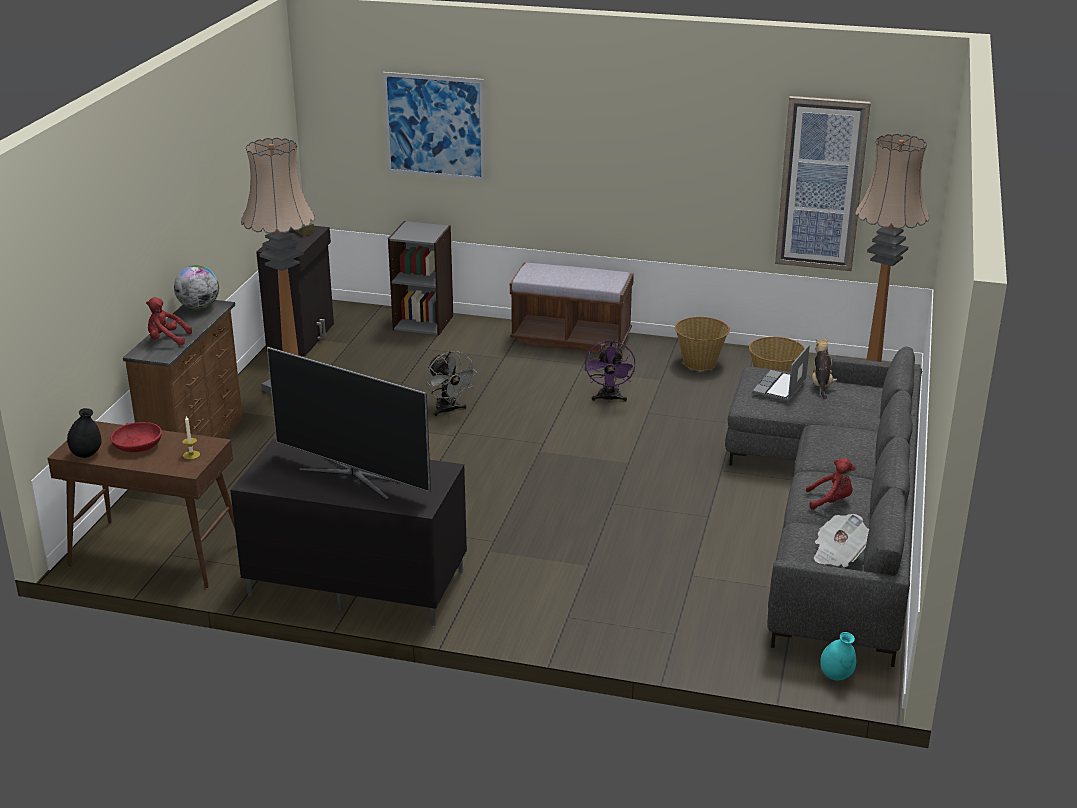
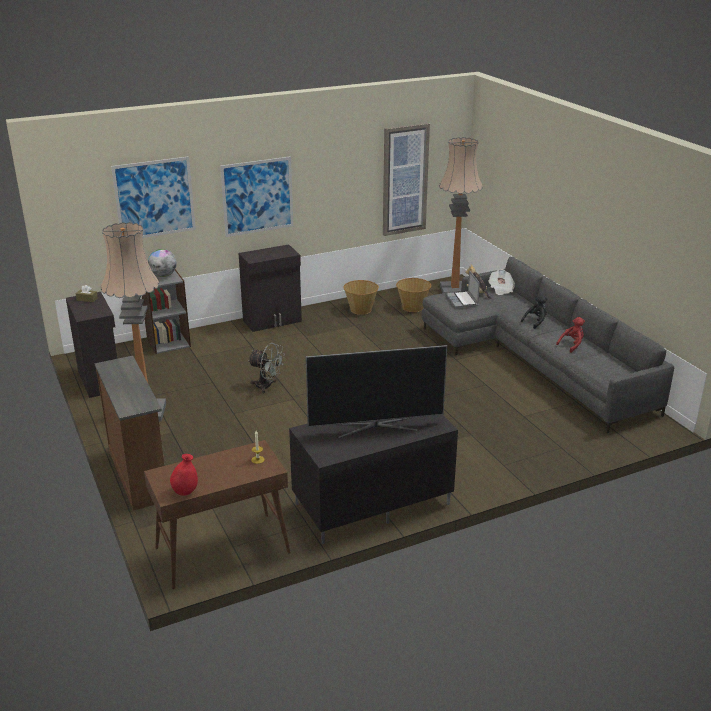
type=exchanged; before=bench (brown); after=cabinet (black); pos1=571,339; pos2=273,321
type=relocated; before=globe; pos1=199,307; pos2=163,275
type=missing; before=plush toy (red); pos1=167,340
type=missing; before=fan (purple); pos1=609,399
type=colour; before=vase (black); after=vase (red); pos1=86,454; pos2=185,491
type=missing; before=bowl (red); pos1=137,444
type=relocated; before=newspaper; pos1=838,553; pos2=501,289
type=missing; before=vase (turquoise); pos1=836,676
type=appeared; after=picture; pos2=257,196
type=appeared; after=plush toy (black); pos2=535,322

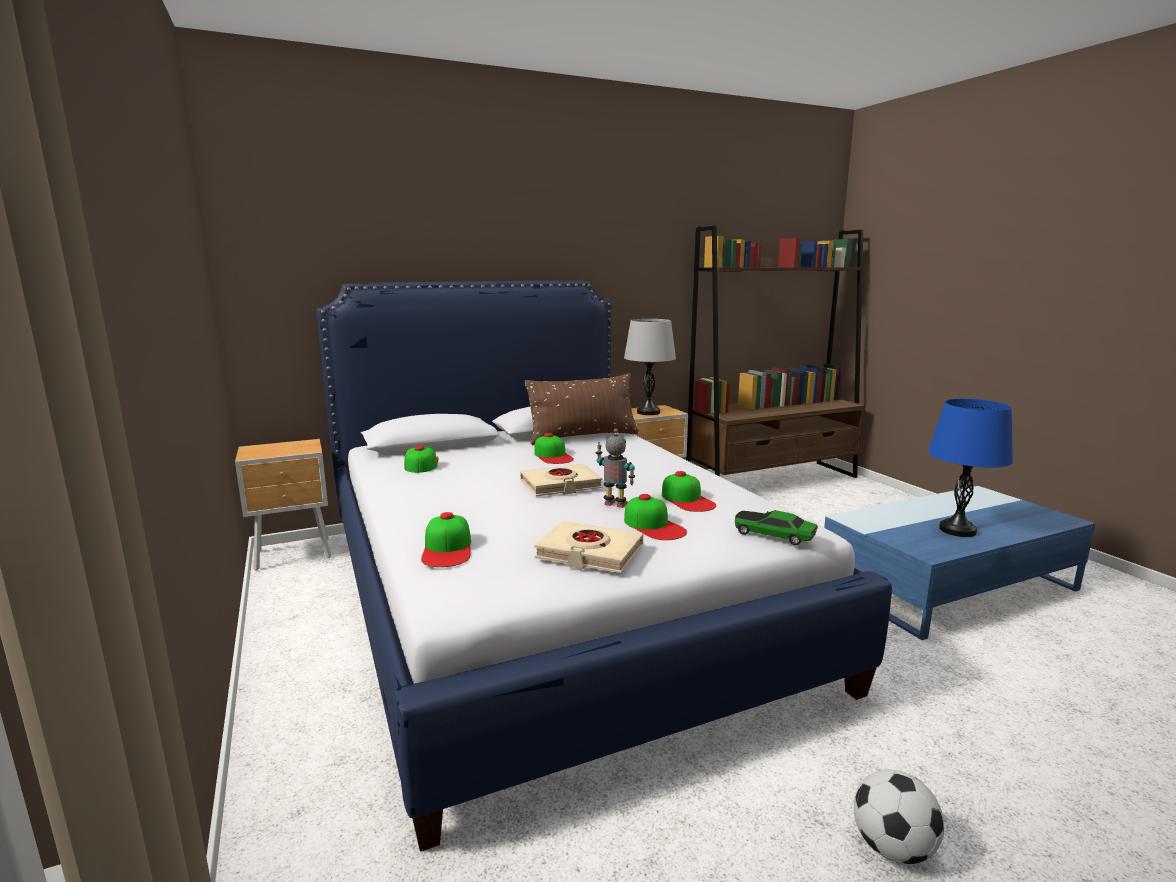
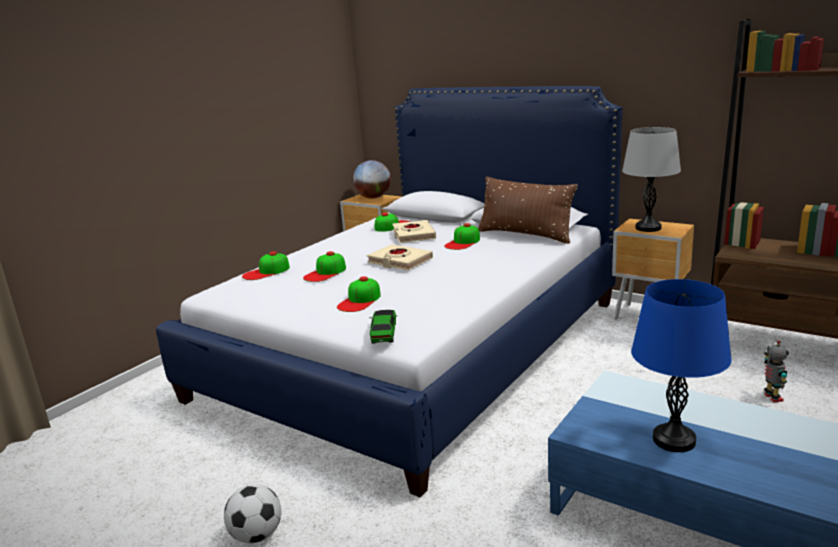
type=relocated; before=toy robot; pos1=615,505; pos2=772,398
type=relocated; before=cap; pos1=687,499; pos2=325,273
type=relocated; before=book (beige); pos1=589,553; pos2=413,235
type=appeared; after=globe; pos2=373,198

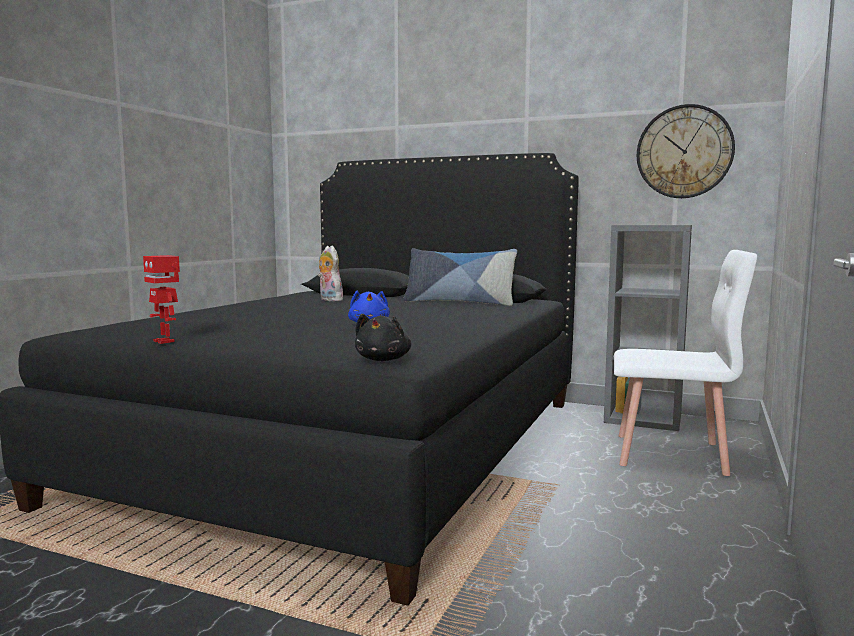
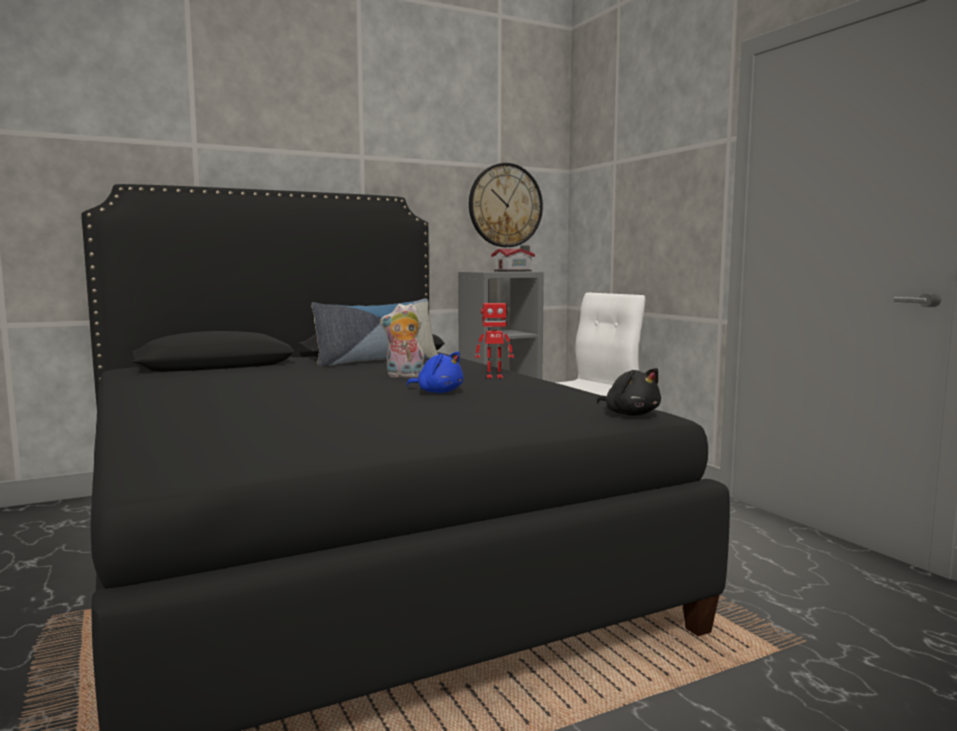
type=relocated; before=plush toy; pos1=329,300; pos2=404,376
type=relocated; before=toy robot; pos1=165,341; pos2=494,377
type=appeared; after=toy house; pos2=514,271

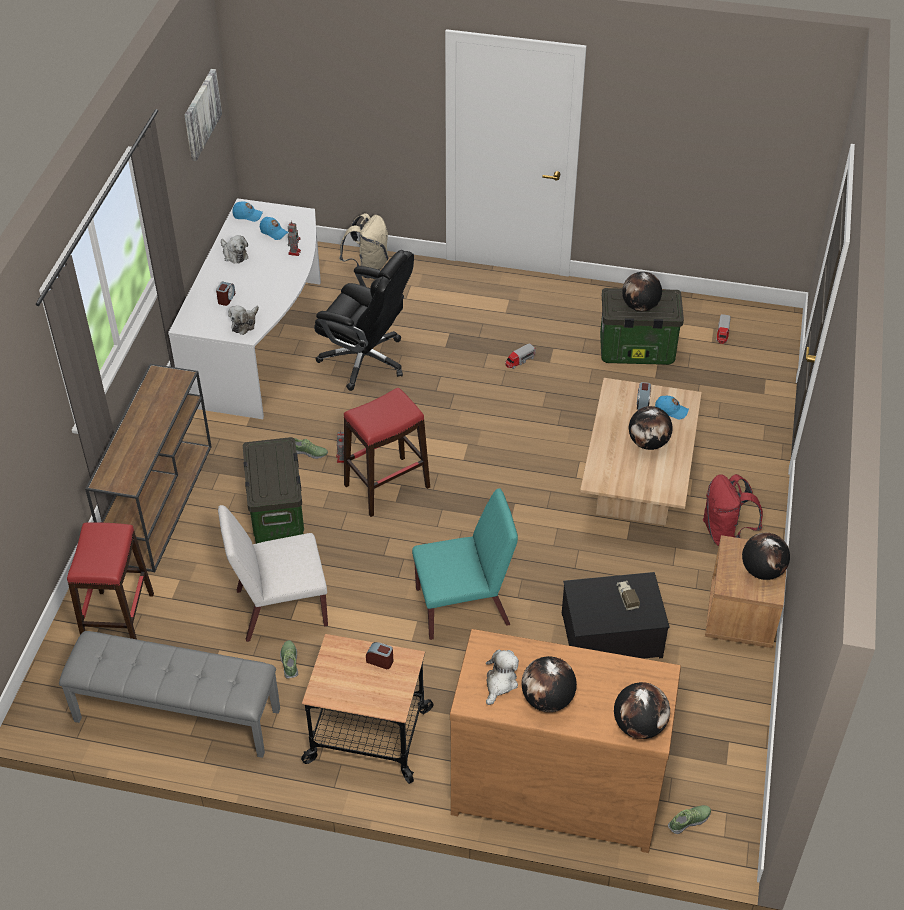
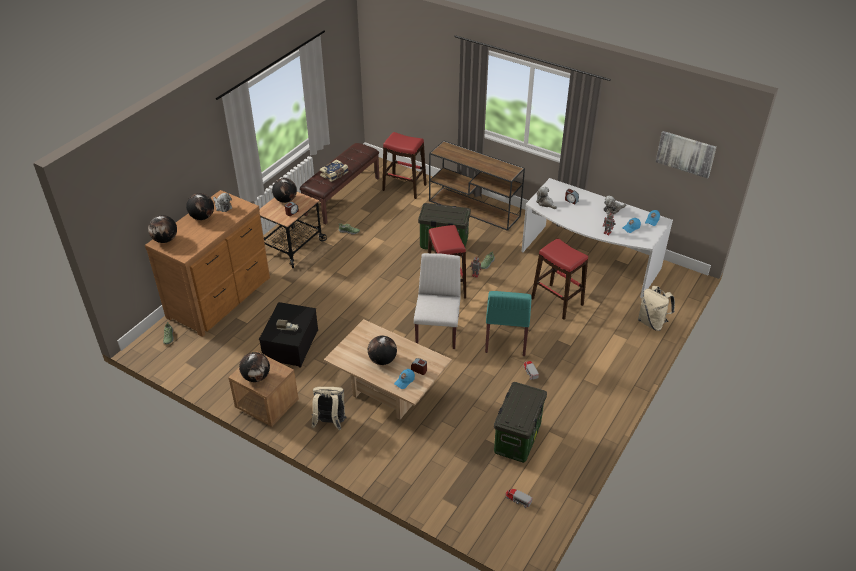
type=exchanged; before=office chair (black); after=stool (red); pos1=366,360; pos2=557,301
type=relocated; before=globe; pos1=640,307; pos2=285,200
type=colour; before=backpack (red); after=backpack (beige); pos1=725,533; pos2=330,423
type=relocated; before=chair (turquoise); pos1=464,606; pos2=506,338
type=relocated; before=chair (white); pos1=280,608; pos2=437,330
type=colour; before=bench (grey); after=bench (brown); pos1=176,716; pos2=342,196
type=appeared; after=book; pos2=334,174

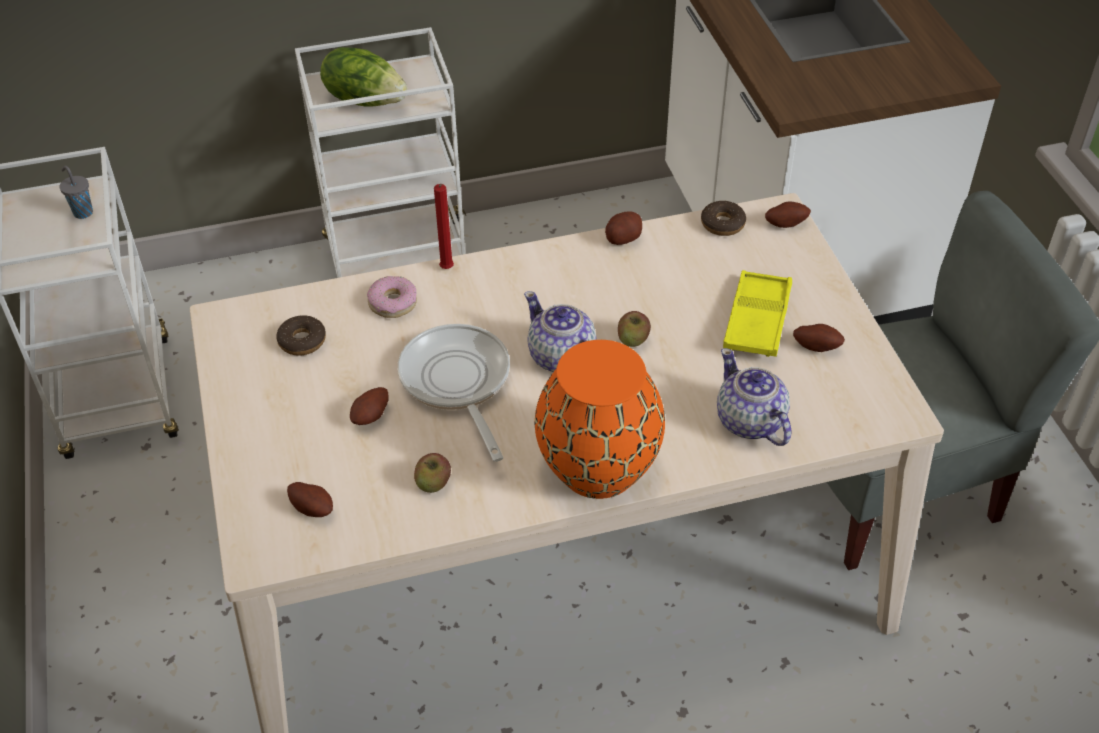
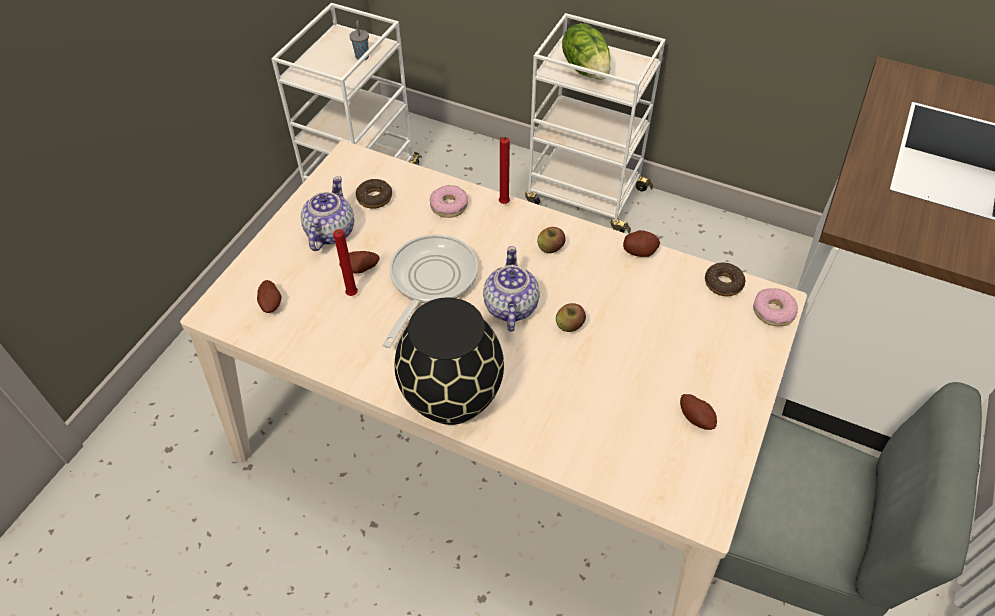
type=exchanged; before=potato; after=donut; pos1=785,223; pos2=773,311
type=missing; before=tray (yellow); pos1=757,320
type=colour; before=vase (orange); after=vase (black); pos1=598,470; pos2=451,398
type=relocated; before=teapot; pos1=750,422; pos2=329,232
type=relocated; before=apple; pos1=433,483; pos2=550,248
type=appeared; after=candle (red); pos2=352,296

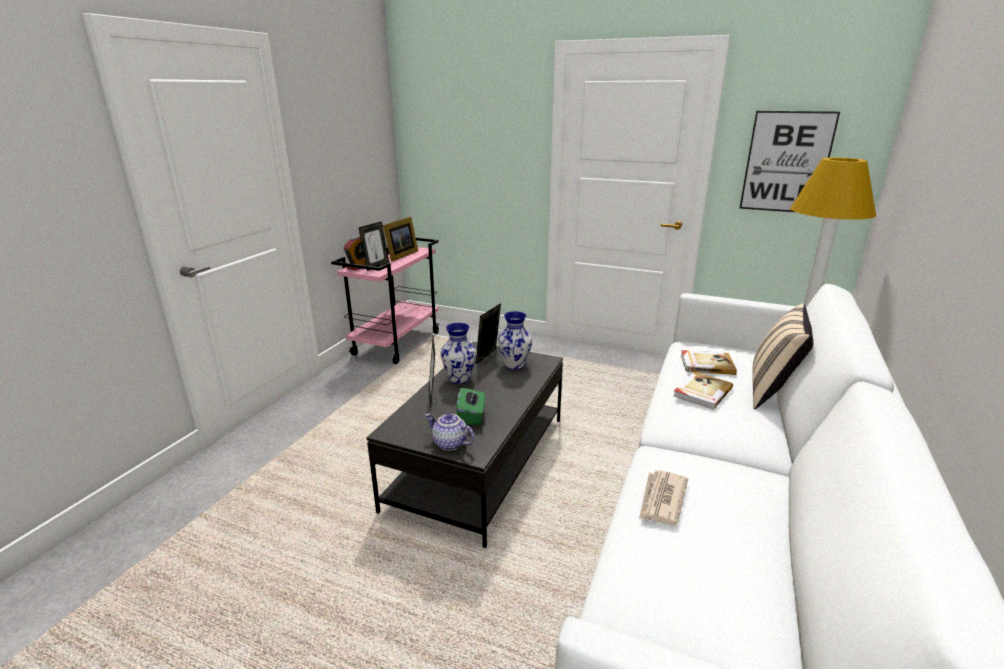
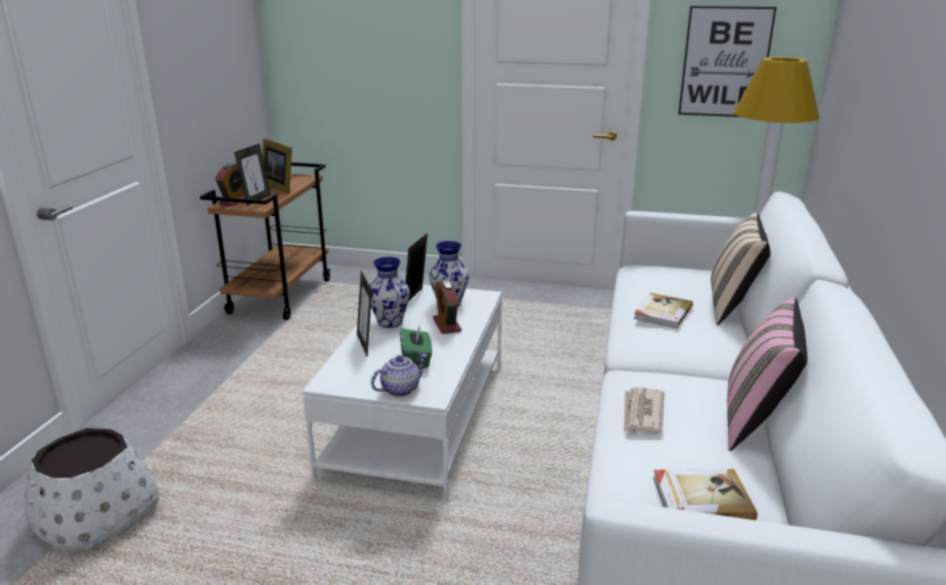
type=spun; before=picture frame; pos1=399,256; pos2=280,186; turn=120
type=colour; before=cart (pink); after=cart (brown); pos1=396,343; pos2=280,295
type=colour; before=coffee table (black); after=coffee table (white); pos1=479,462; pos2=418,418
type=relocated; before=book; pos1=706,364; pos2=701,497
type=spun; before=teapot; pos1=449,444; pos2=400,389; turn=120
type=appeared; after=alarm clock; pos2=446,325
type=appeared; after=pillow (pink); pos2=756,421
type=appeared; after=planter (white); pos2=96,516

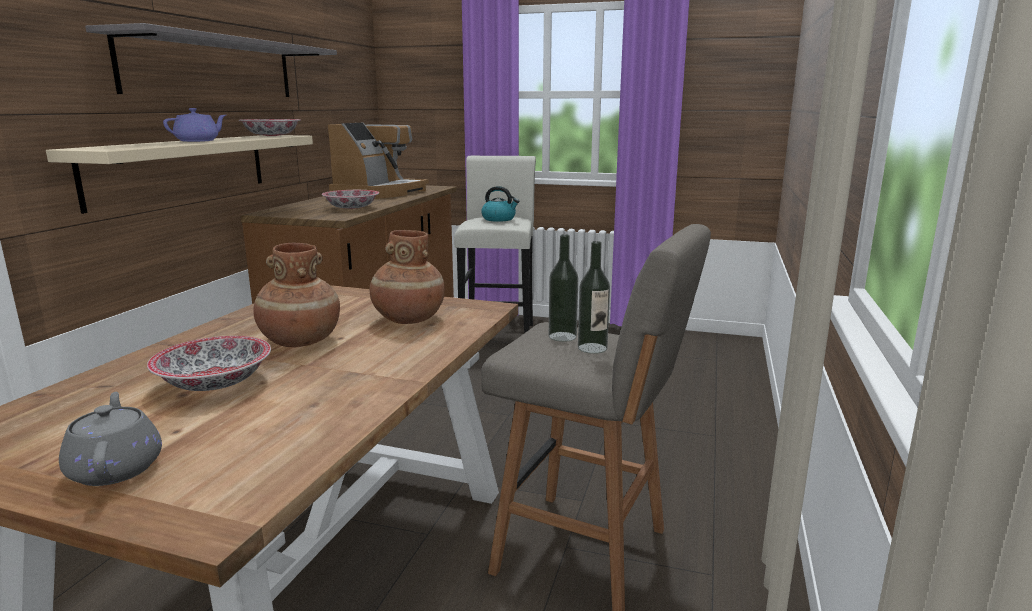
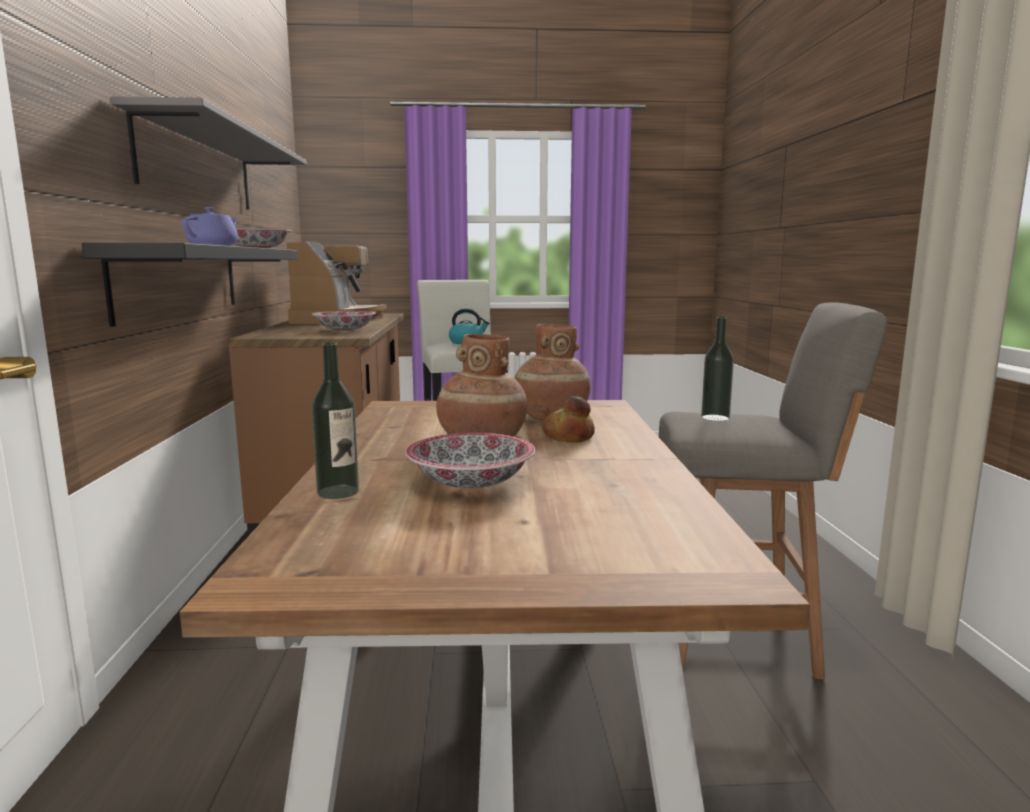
type=colour; before=shelf (beige); after=shelf (black); pos1=181,168; pos2=180,280
type=relocated; before=bottle; pos1=592,348; pos2=338,492
type=missing; before=teapot (grey); pos1=116,468
type=appeared; after=bread; pos2=569,436

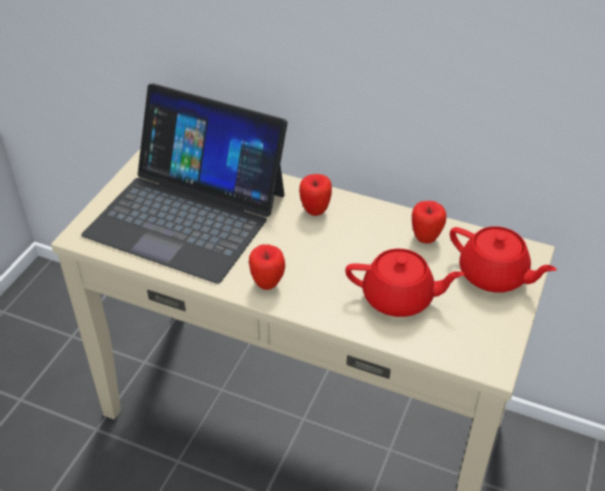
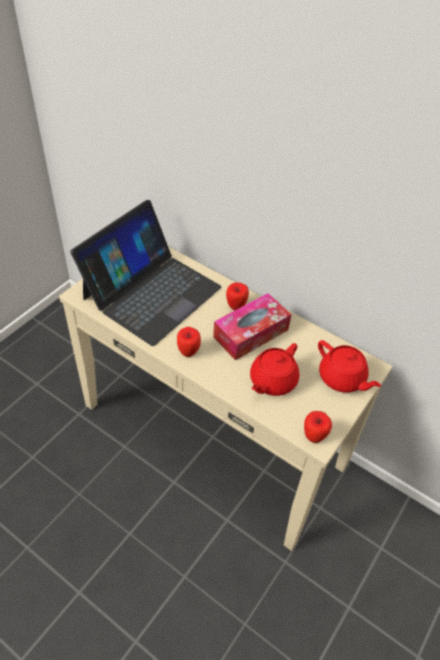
type=spun; before=laptop; pos1=187,213; pos2=151,292; turn=-90
type=relocated; before=apple; pos1=425,238; pos2=314,436
type=spun; before=teapot (red); pos1=399,298; pos2=272,381; turn=105
type=appeared; after=tissue box; pos2=251,333

